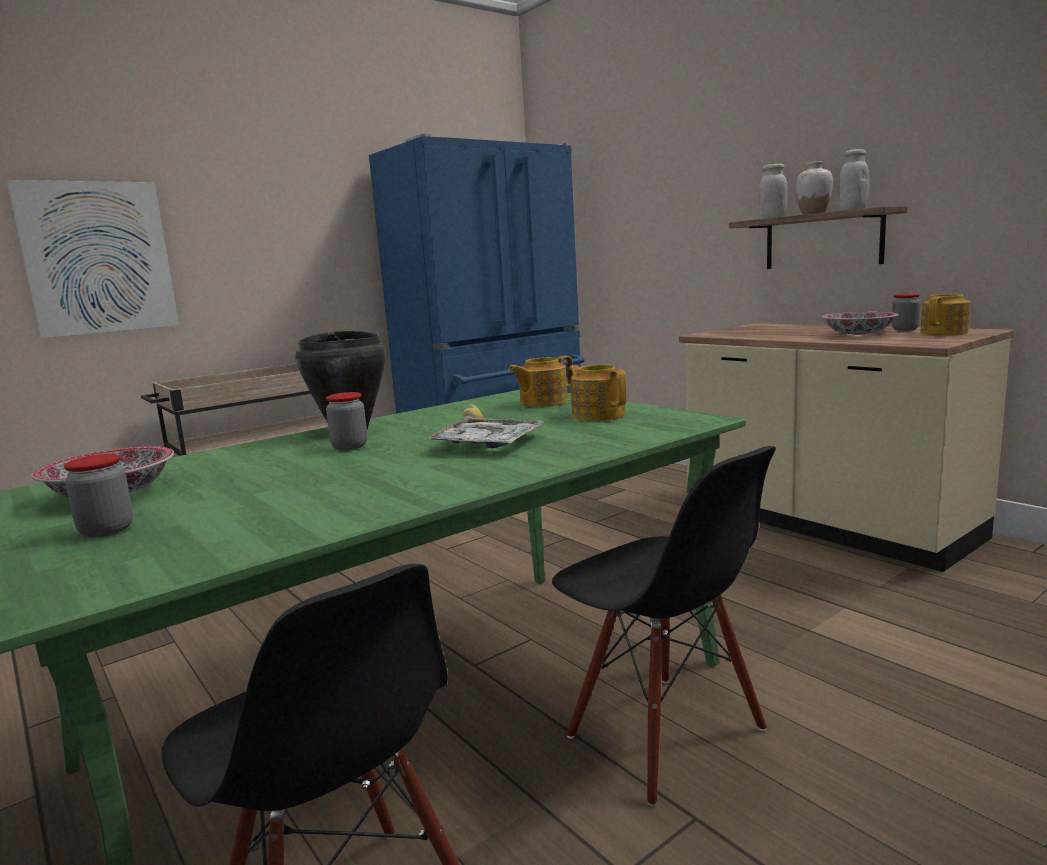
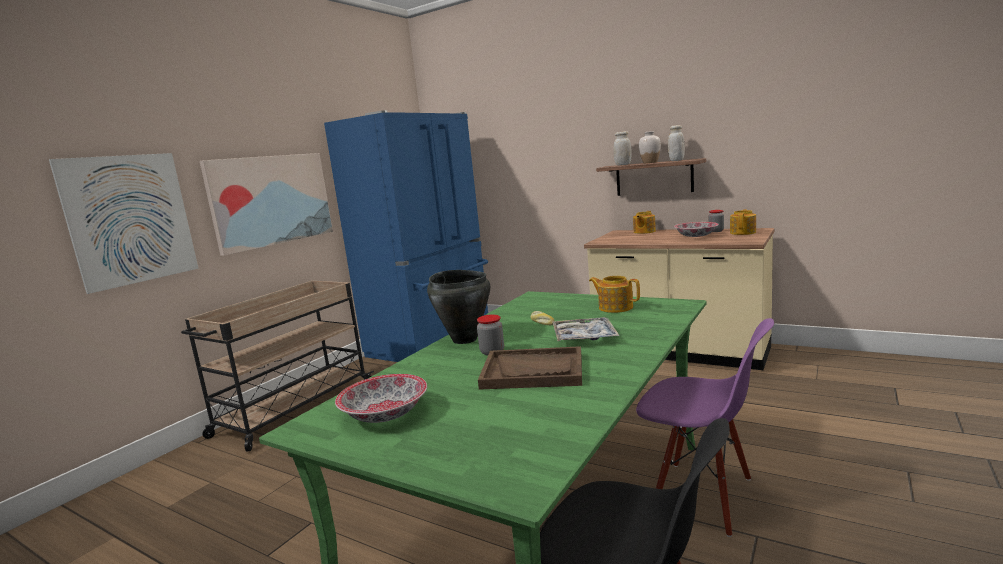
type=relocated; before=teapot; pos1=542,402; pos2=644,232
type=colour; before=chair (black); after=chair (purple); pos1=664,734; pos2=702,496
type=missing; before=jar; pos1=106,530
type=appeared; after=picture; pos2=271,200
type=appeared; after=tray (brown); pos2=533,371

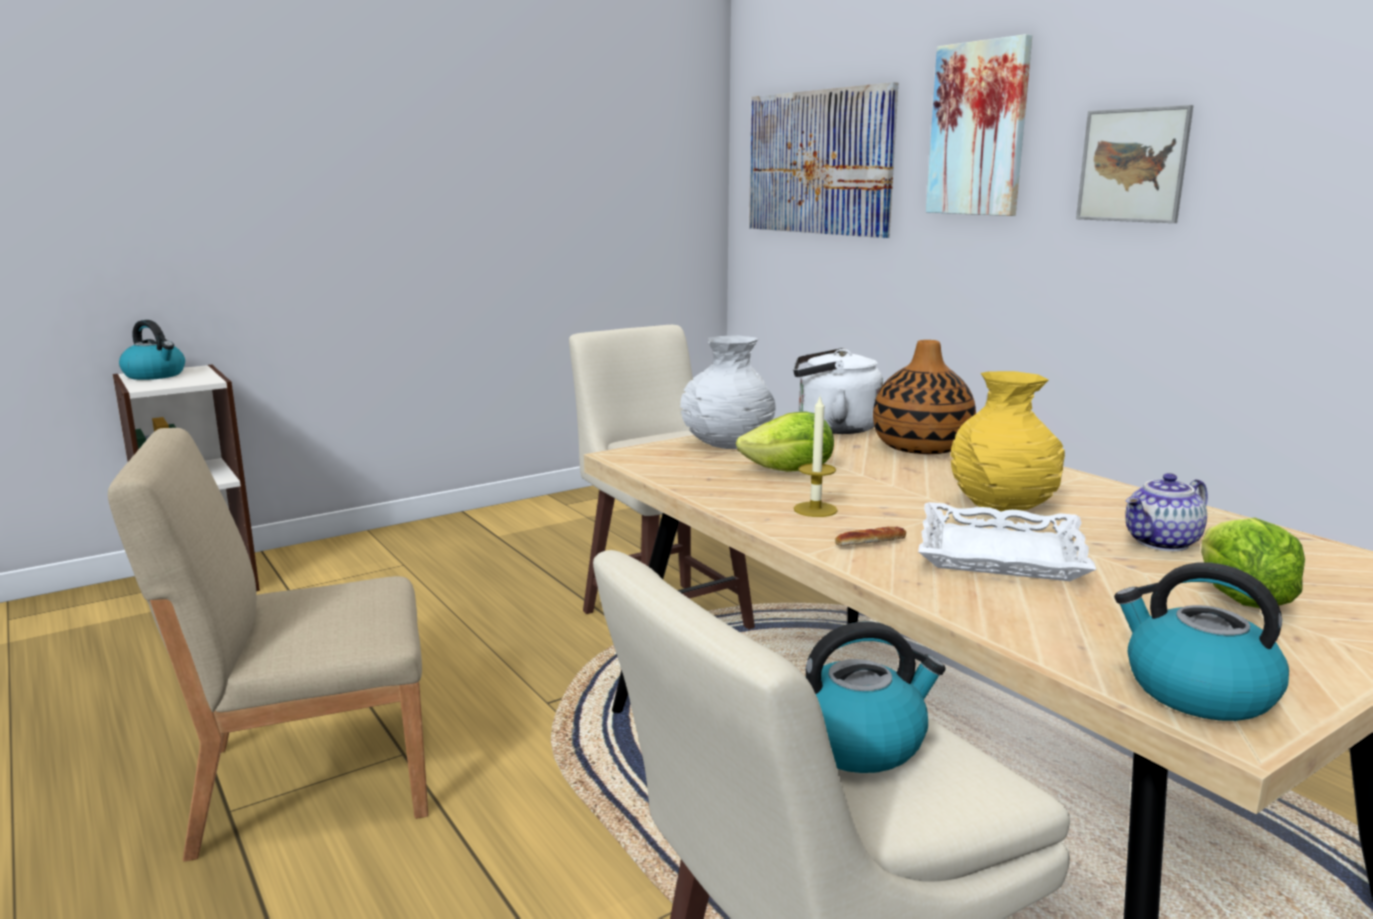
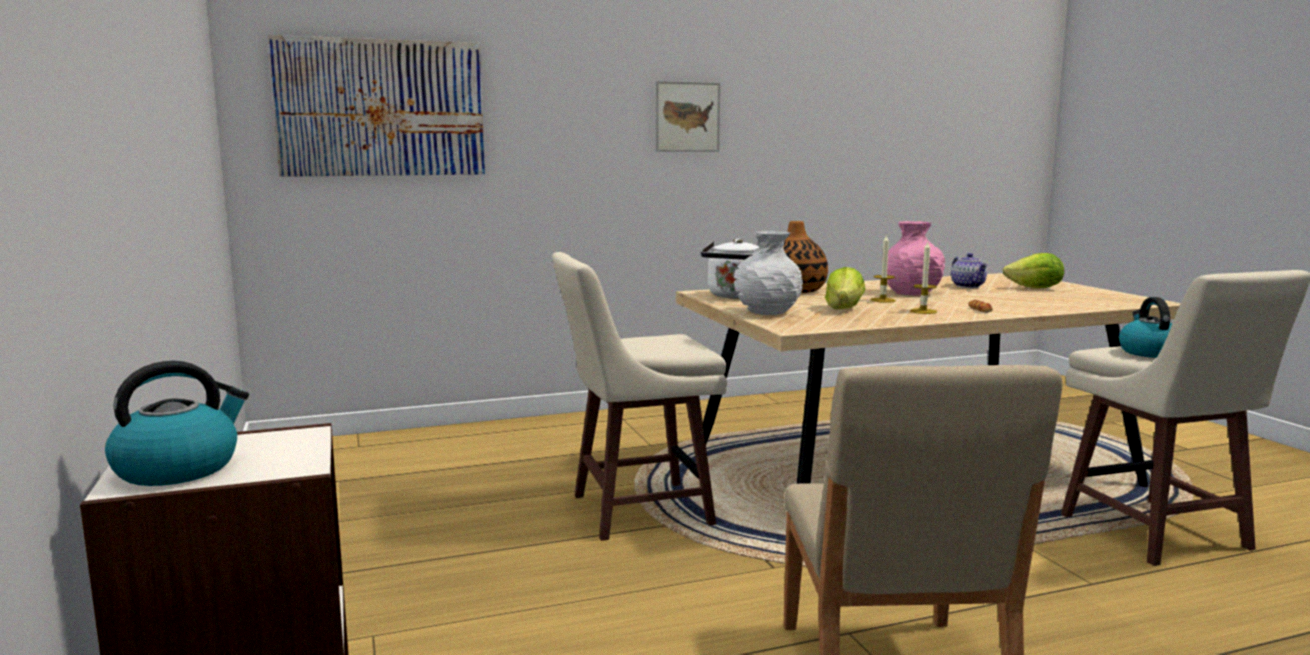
type=missing; before=picture; pos1=978,129
type=colour; before=vase (yellow); after=vase (pink); pos1=1003,505; pos2=913,293
type=missing; before=tray (white); pos1=1000,553
type=missing; before=kettle; pos1=1196,691
type=appeared; after=candle; pos2=883,300

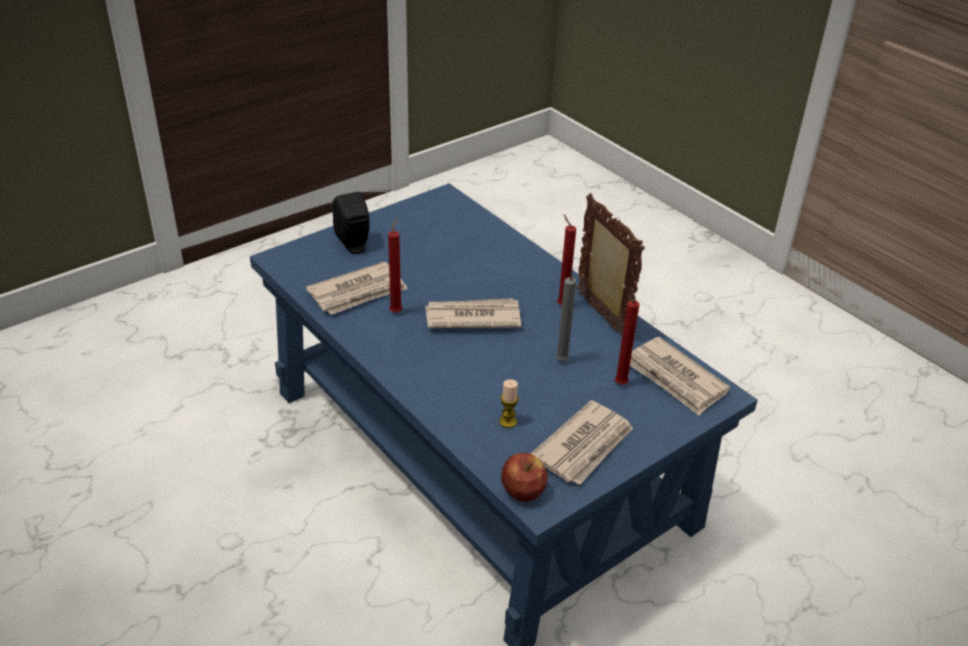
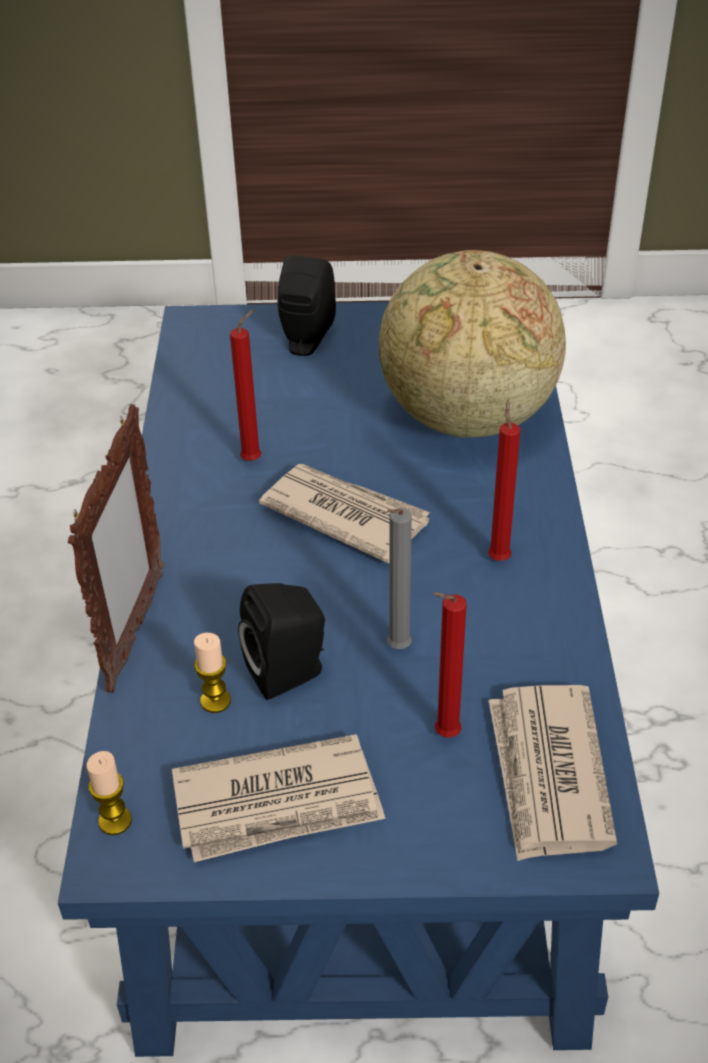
type=relocated; before=picture frame; pos1=601,316; pos2=135,632
type=missing; before=newspaper; pos1=358,292
type=exchanged; before=apple; after=candle; pos1=523,491; pos2=115,821
type=appeared; after=globe; pos2=466,418
type=appeared; after=speaker (black); pos2=290,673

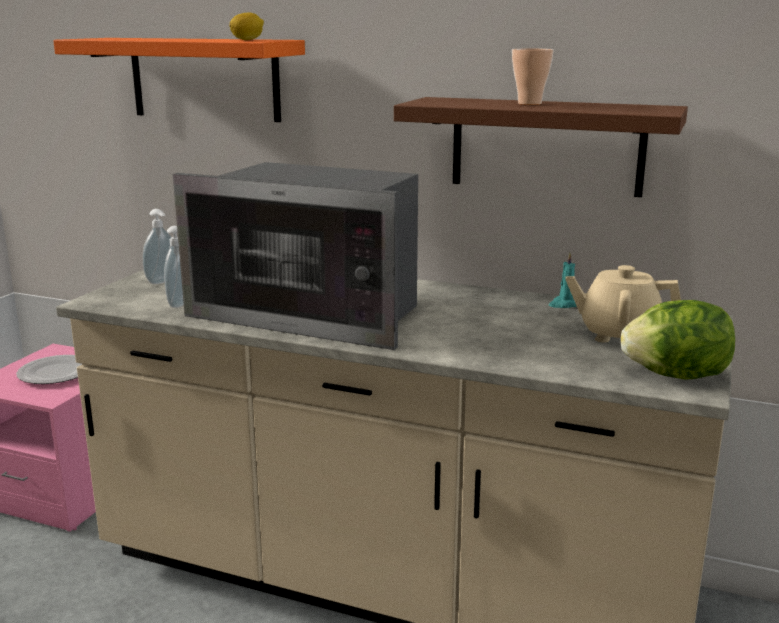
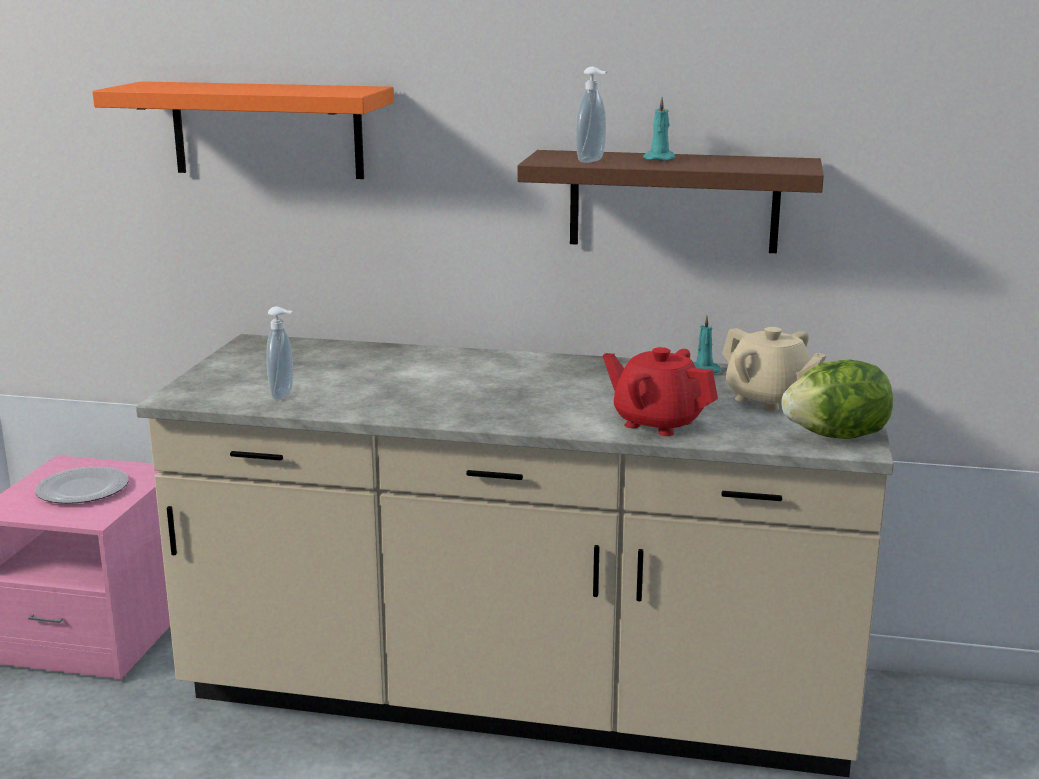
type=missing; before=lemon; pos1=247,40
type=exchanged; before=cup; after=candle (turquoise); pos1=529,103; pos2=659,159
type=missing; before=microwave; pos1=314,313
type=relocated; before=soap dispenser; pos1=164,282; pos2=592,161
type=spun; before=teapot (beige); pos1=619,335; pos2=768,399; turn=-135
type=appeared; after=teapot (red); pos2=657,423

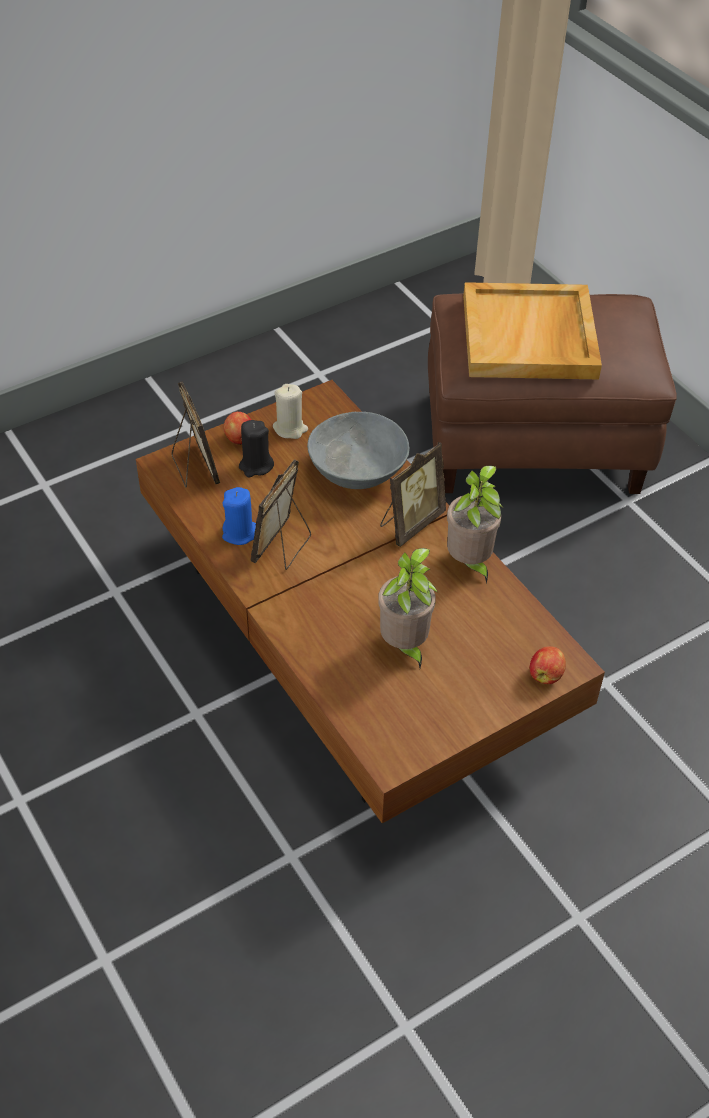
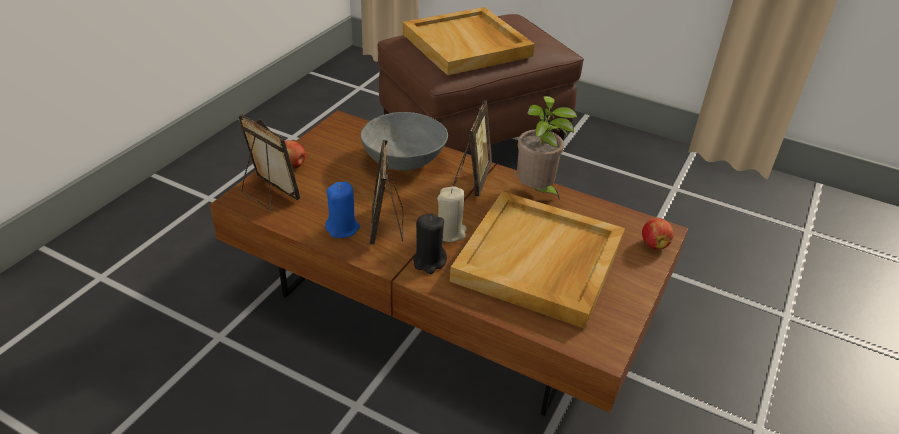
type=relocated; before=candle (beige); pos1=290,428; pos2=450,232
type=relocated; before=candle (black); pos1=256,465; pos2=429,261
type=exchanged; before=potted plant; after=tray (beige); pos1=404,646; pos2=539,262

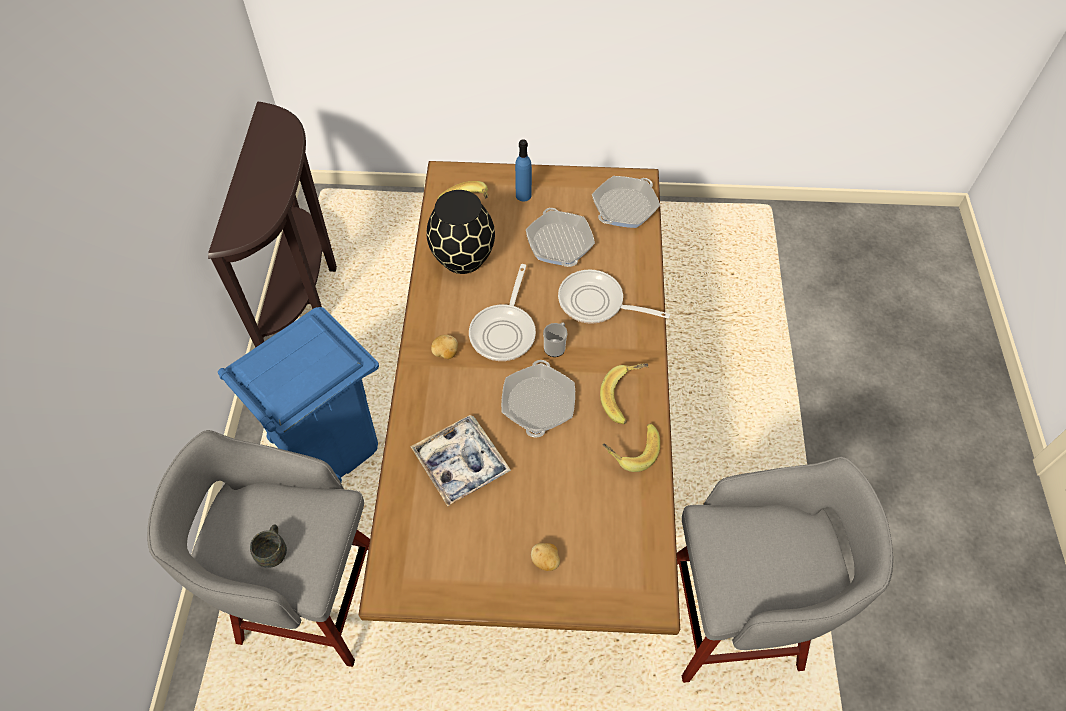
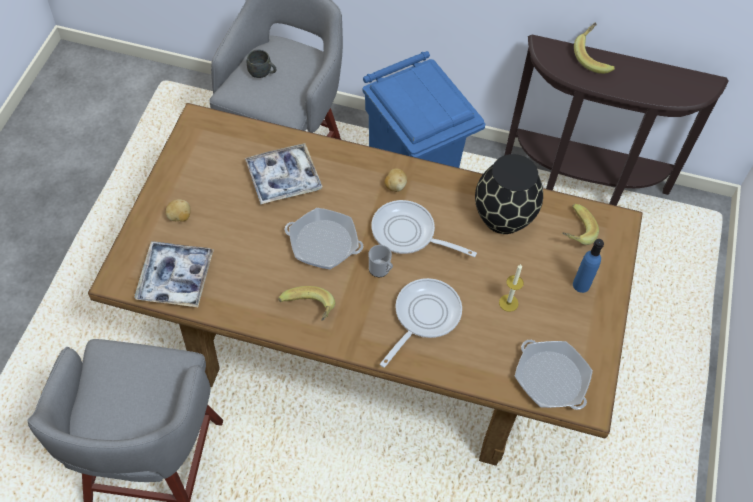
type=exchanged; before=frying pan; after=candle; pos1=559,243; pos2=508,303
type=relocated; before=banana; pos1=630,451; pos2=594,57
type=appeared; after=tray; pos2=175,278

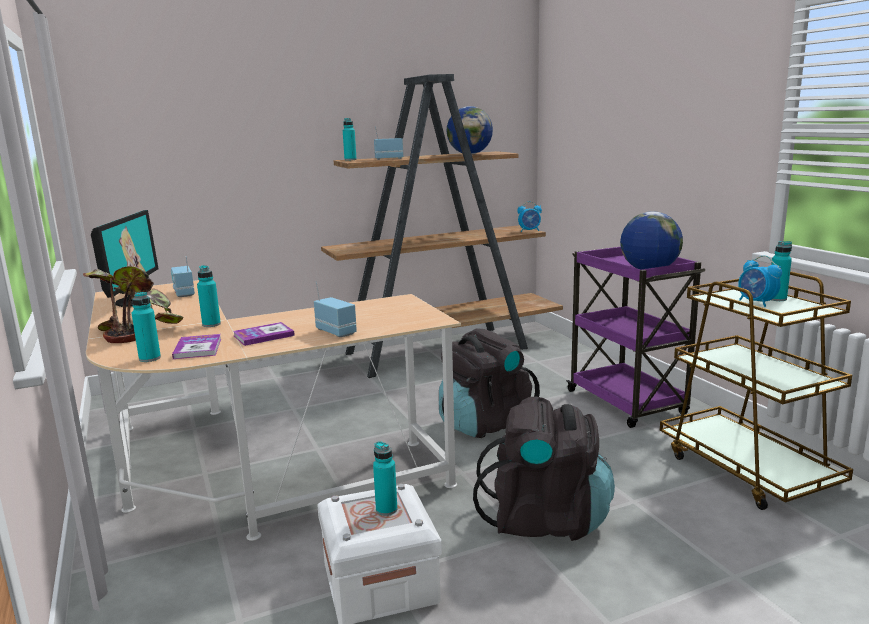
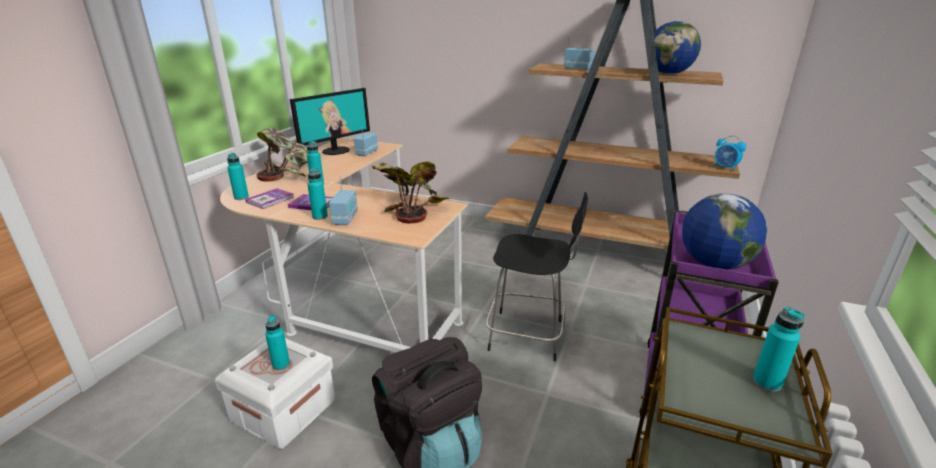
type=relocated; before=bottle (turquoise); pos1=350,160; pos2=320,216
type=missing; before=alarm clock; pos1=756,303
type=exchanged; before=backpack (black); after=stool (black); pos1=484,423; pos2=529,336
type=appeared; after=potted plant; pos2=409,209

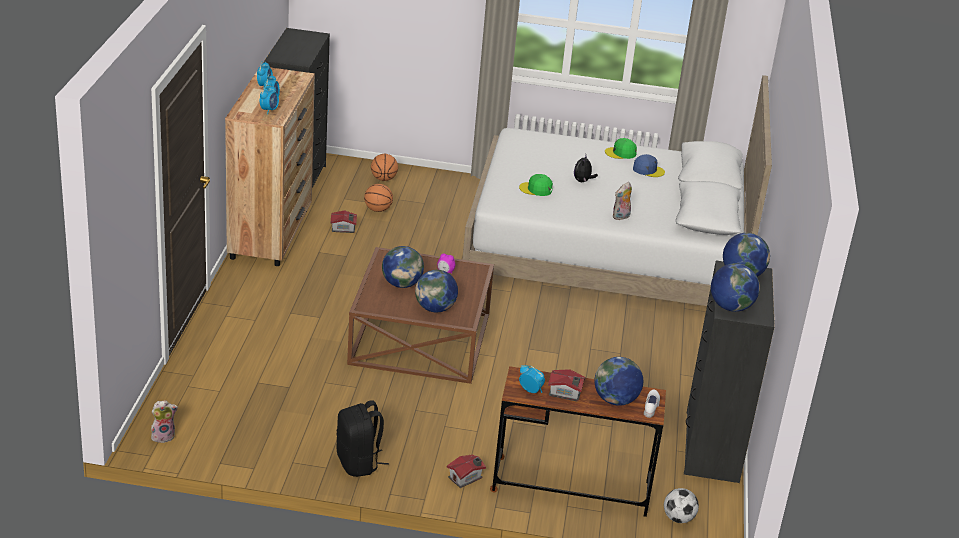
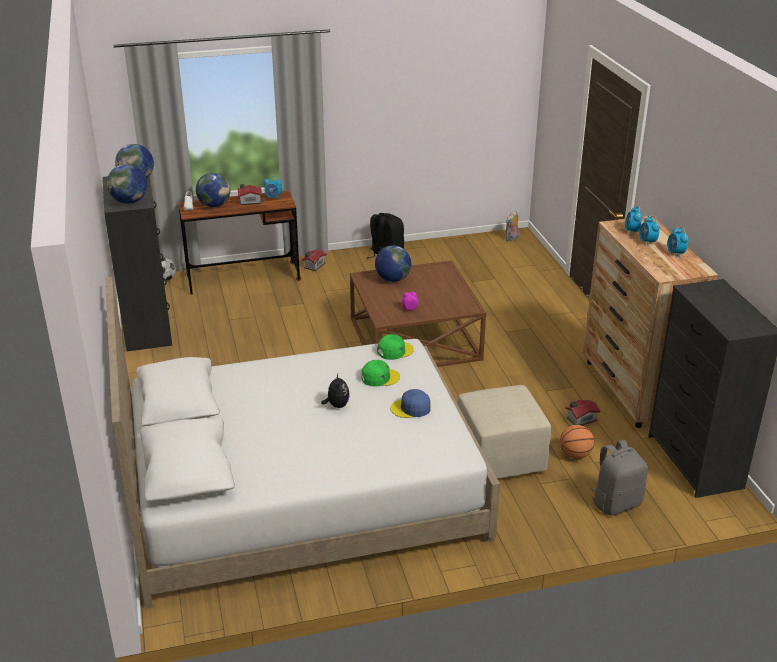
type=relocated; before=cap (green); pos1=621,153; pos2=394,351
type=exchanged; before=basketball; after=backpack (grey); pos1=383,179; pos2=616,503
type=relocated; before=cap (blue); pos1=648,170; pos2=411,408
type=missing; before=plush toy; pos1=621,217
type=missing; before=globe; pos1=401,284
type=appeared; after=ottoman (beige); pos2=499,457

